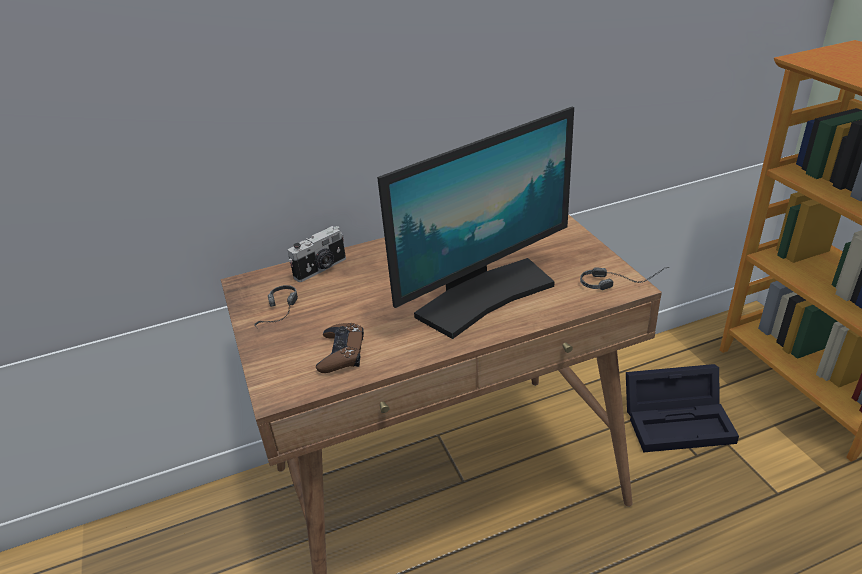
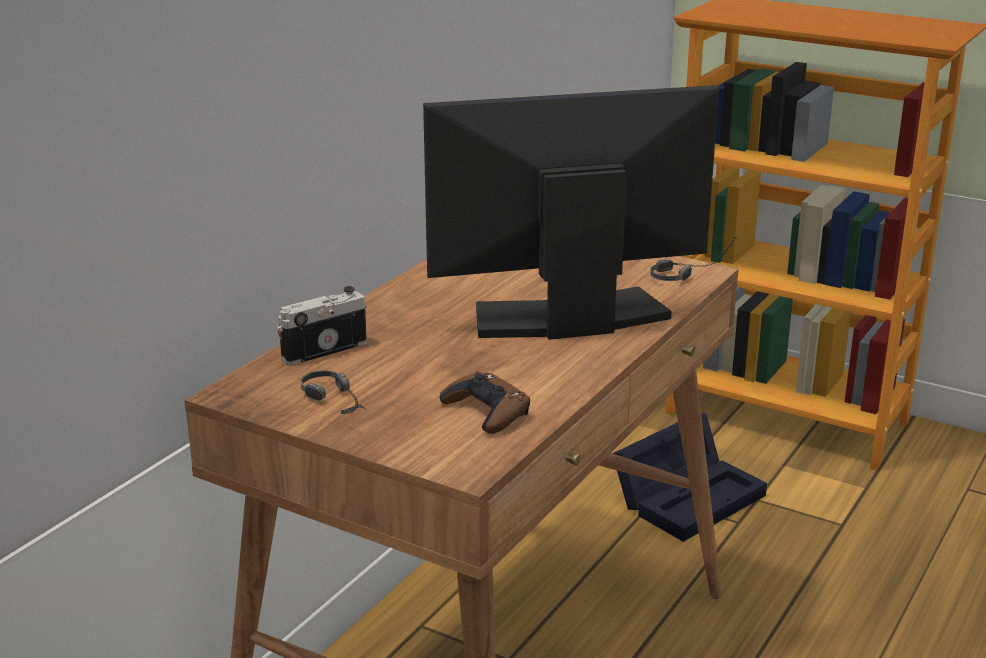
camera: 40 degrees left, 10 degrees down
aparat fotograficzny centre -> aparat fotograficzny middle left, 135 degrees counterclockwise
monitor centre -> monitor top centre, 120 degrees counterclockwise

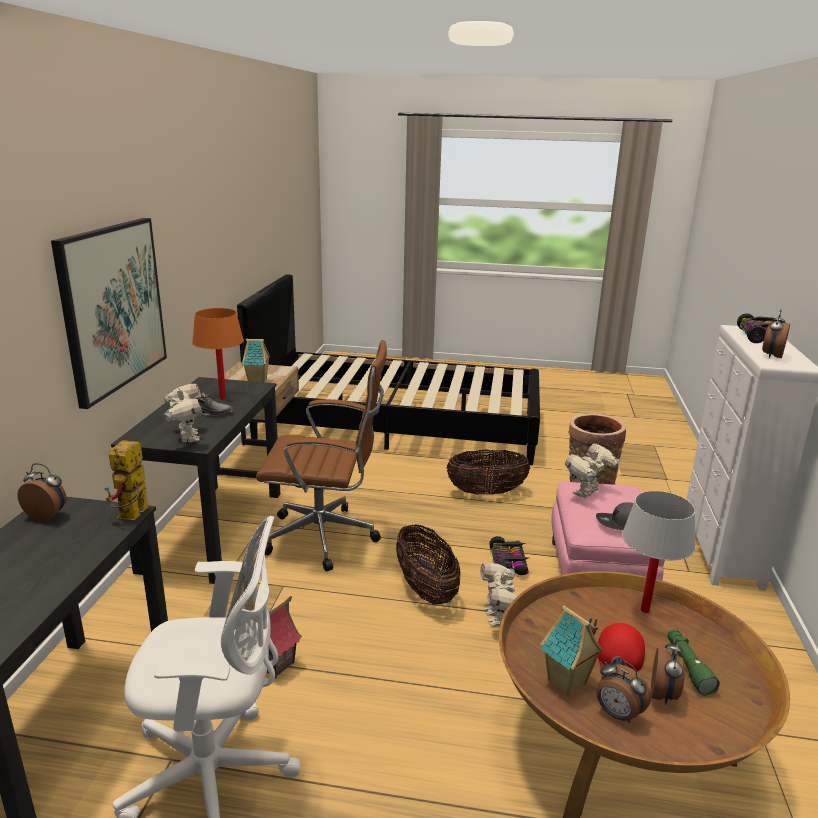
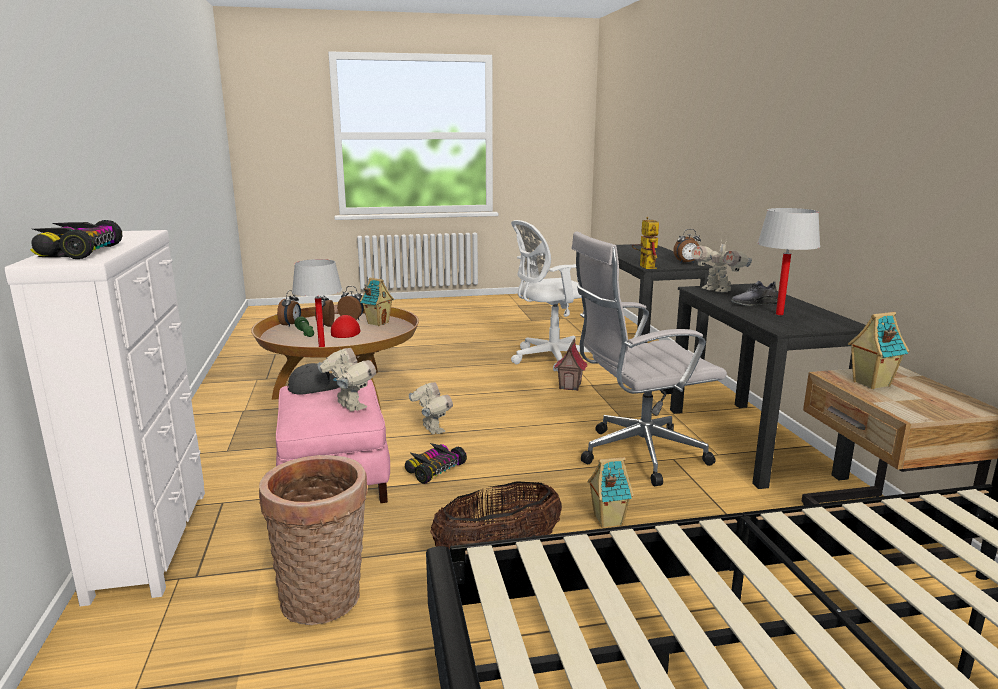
camera: 160 degrees right, 5 degrees down
budzik (4th from left in the first image) middle right -> budzik (1st from left) middle left, move
robot zabawkowy (4th from left in the first image) middle right -> robot zabawkowy (1st from left) centre, 60 degrees counterclockwise
samochodzik (1st from left in the first image) bottom centre -> samochodzik (2nd from left) bottom centre, 60 degrees clockwise
krzesło biurowe (brązowy) centre -> krzesło biurowe (biały) (2nd from left) centre
none -> domek (3rd from left) bottom centre
lampa stołowa (pomarańczowy) middle left -> lampa stołowa (biały) (2nd from left) middle right
obraz middle left -> none
koszyk (1st from left) bottom centre -> none

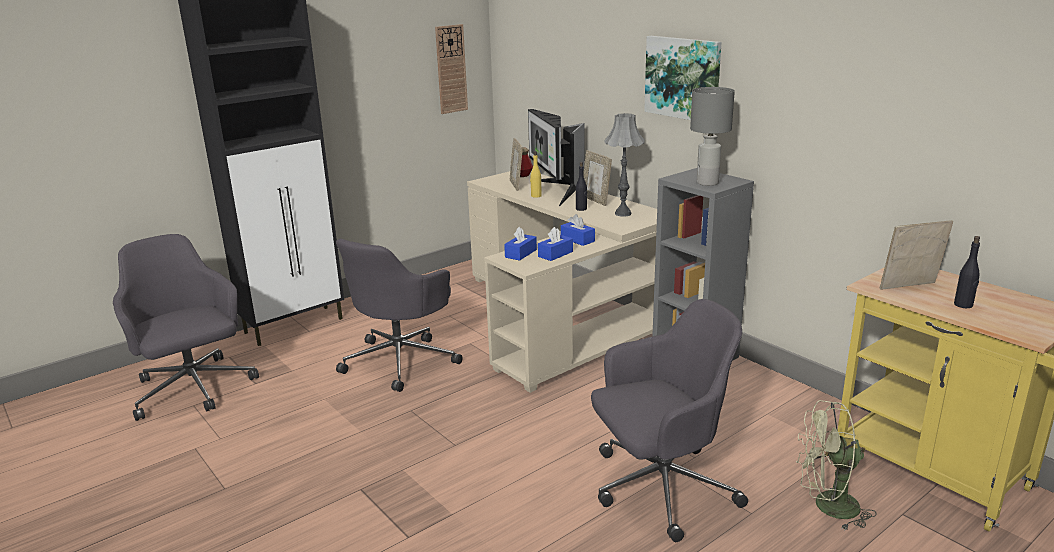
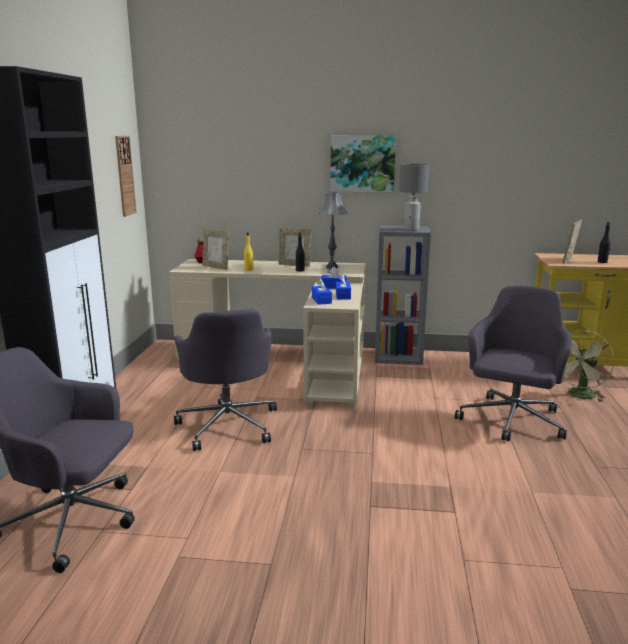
camera: 45 degrees left, 5 degrees down
monitor top centre -> none

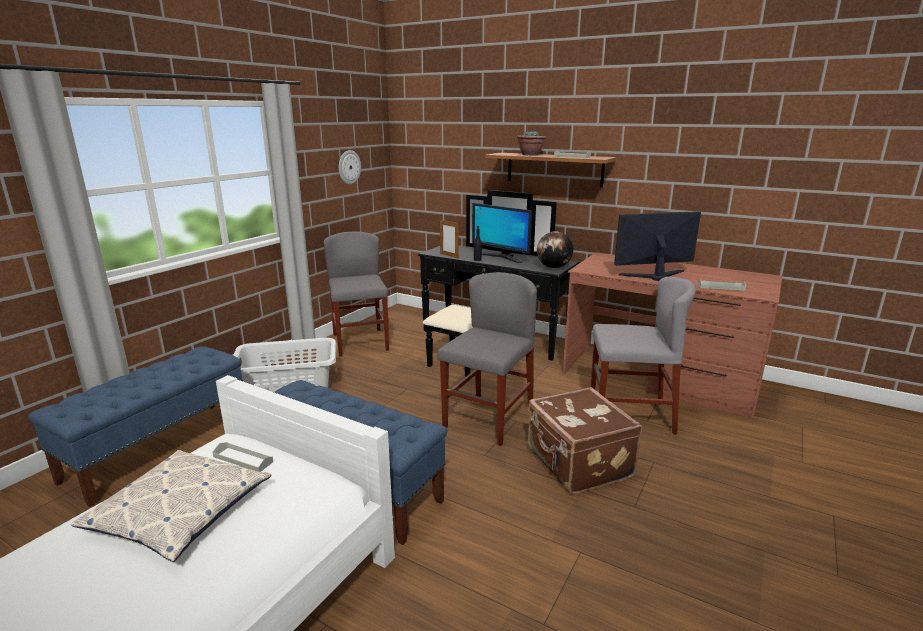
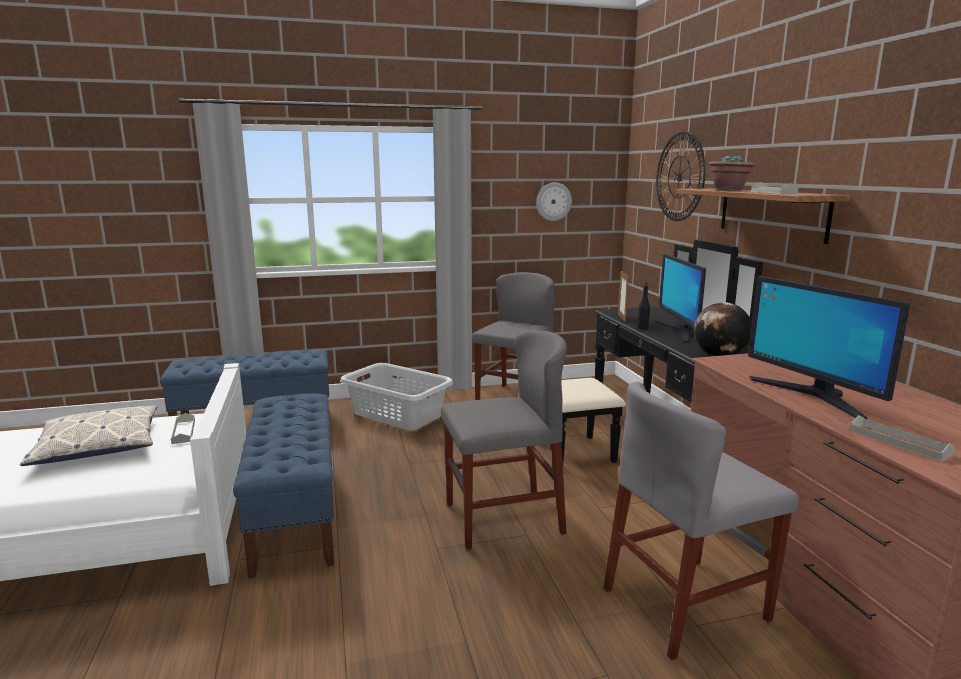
camera: 45 degrees right, 5 degrees down
krzesło (szary) (3rd from left) middle right -> krzesło (szary) (3rd from left) bottom right, 105 degrees clockwise
none -> zegar ścienny (2nd from left) top right
monitor (2nd from left) middle right, 150 degrees counterclockwise
walizka (brązowy) bottom centre -> none

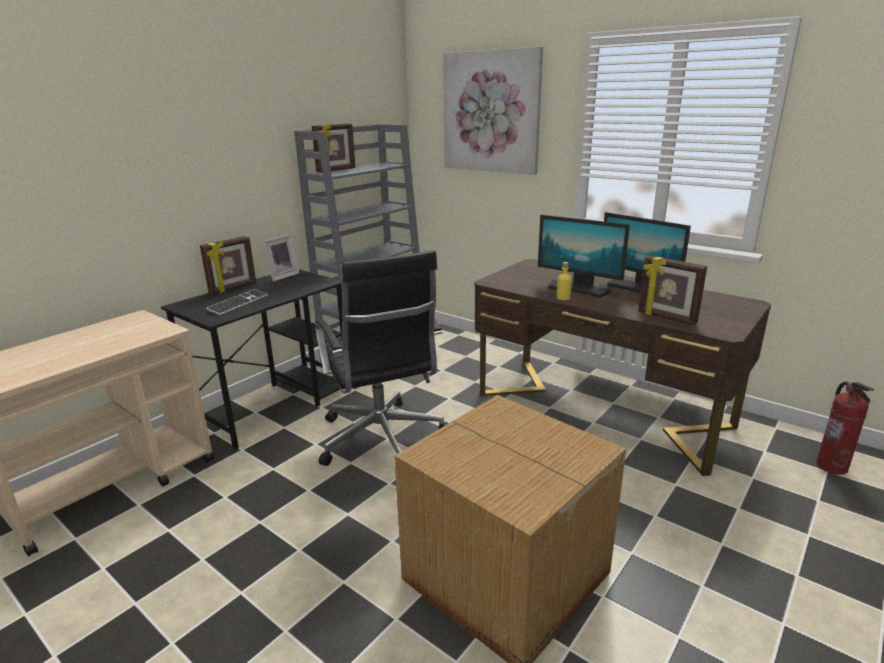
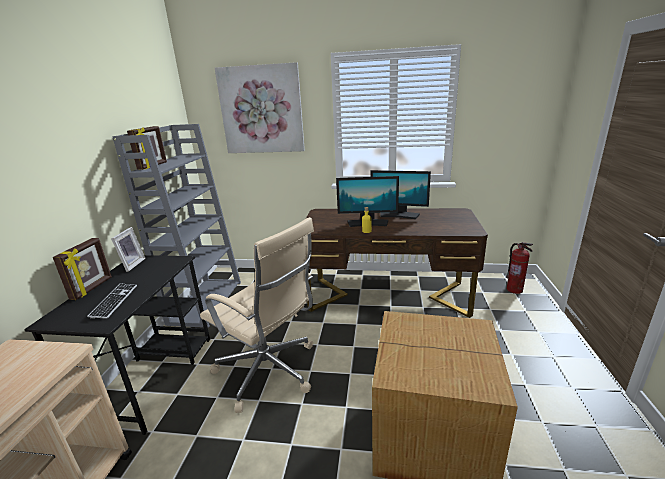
camera: 30 degrees left, 0 degrees up
krzesło biurowe (czarny) centre -> krzesło biurowe (beżowy) centre
ramka na zdjęcie (4th from left) middle right -> none

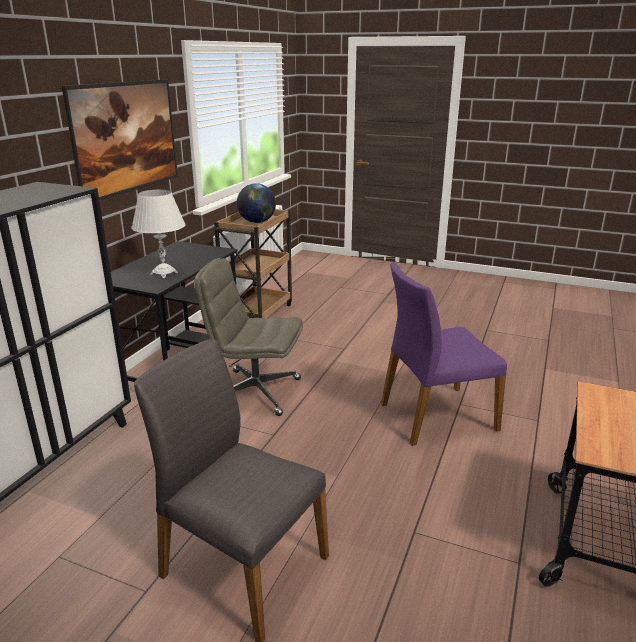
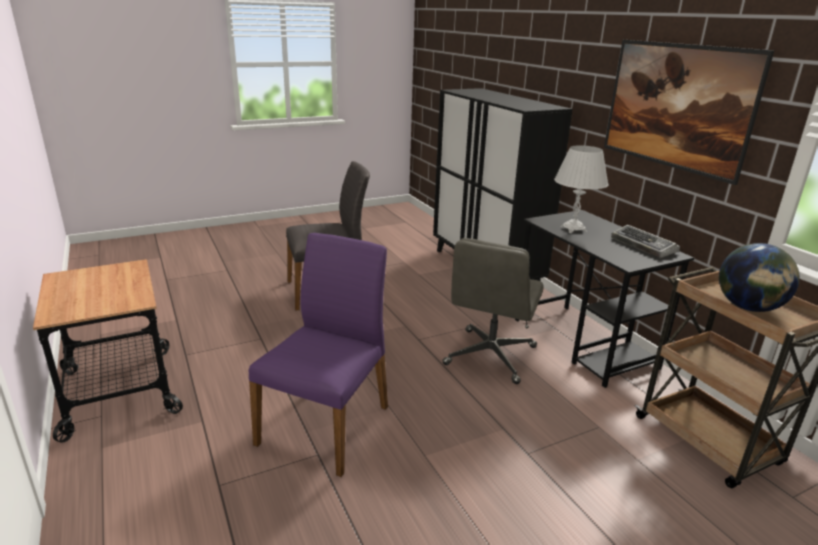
camera: 130 degrees right, 0 degrees up
krzesło biurowe (szary) centre, 150 degrees clockwise
none -> klawiatura middle right

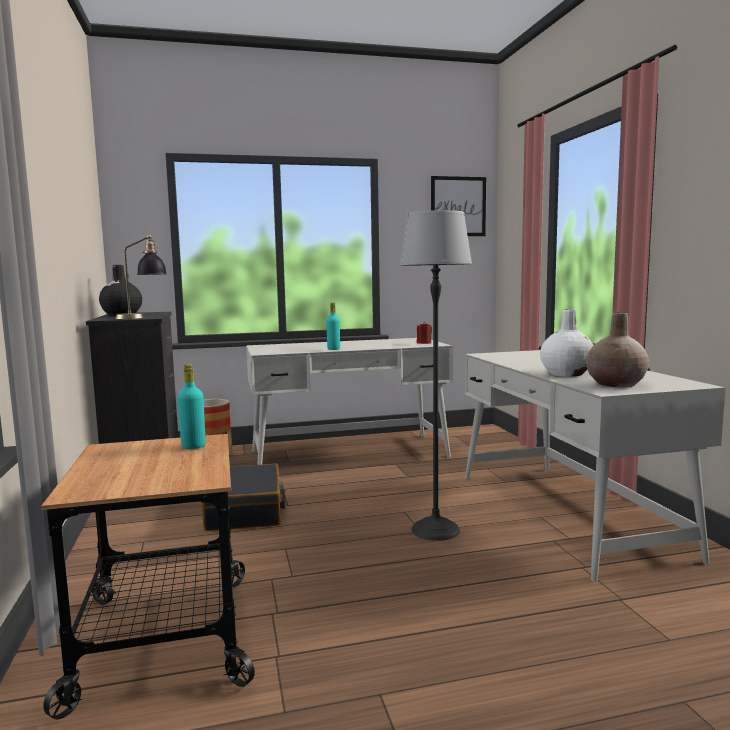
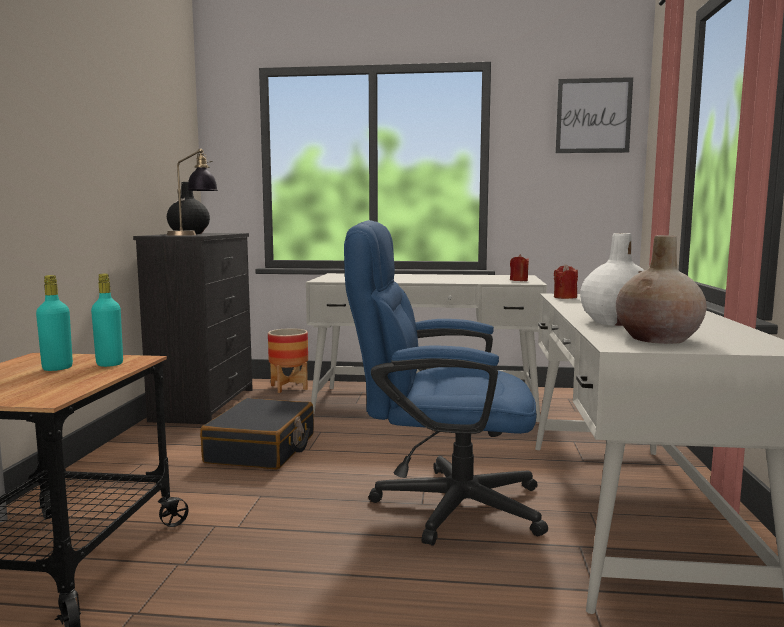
camera: 20 degrees right, 0 degrees up
butelka (turkusowy) (2nd from left in the first image) centre -> butelka (turkusowy) (1st from left) middle left, move
lampa stojąca centre -> krzesło biurowe (niebieski) centre
none -> świeca (czerwony) (2nd from left) middle right

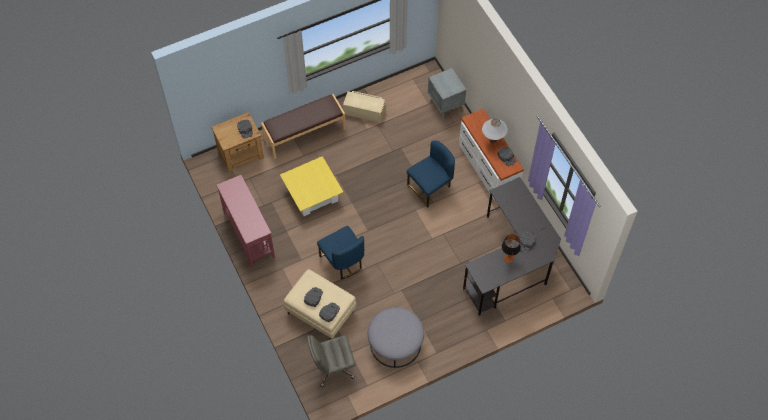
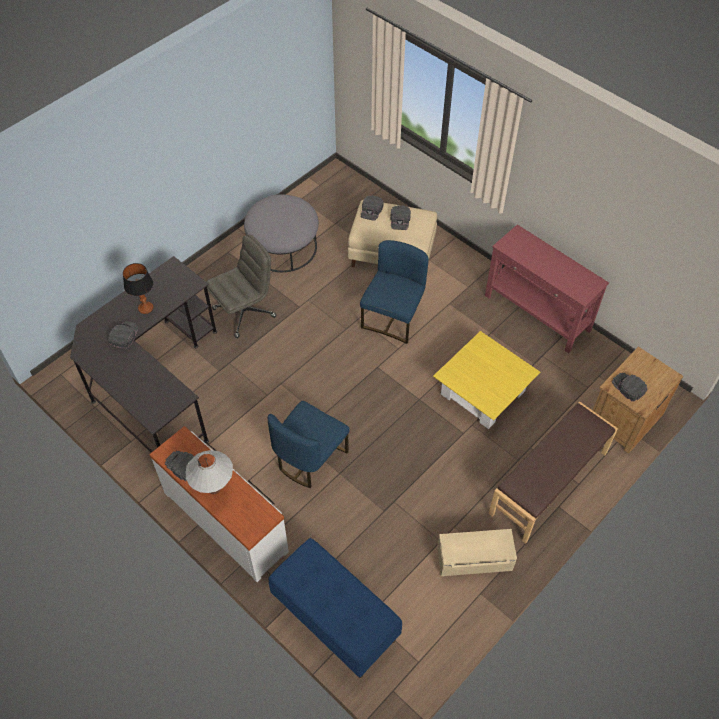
camera: 160 degrees right, 5 degrees down
krzesło biurowe (szary) bottom centre -> krzesło biurowe (szary) centre, move
szafka nocna (szary) top centre -> ławka (niebieski) bottom centre
krzesło (niebieski) (1st from left in the first image) centre -> krzesło (niebieski) (2nd from left) centre, 75 degrees clockwise

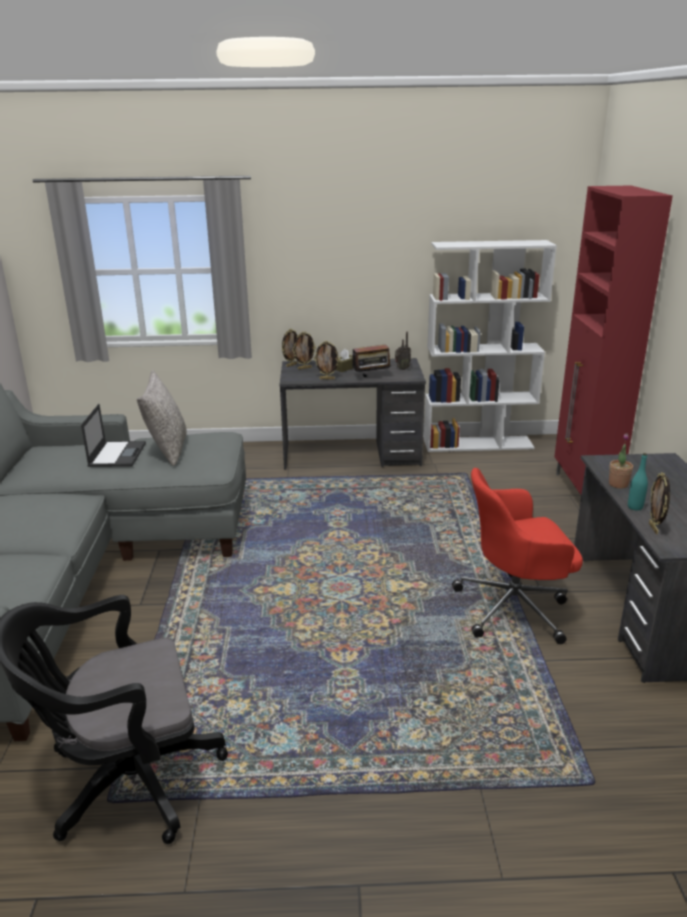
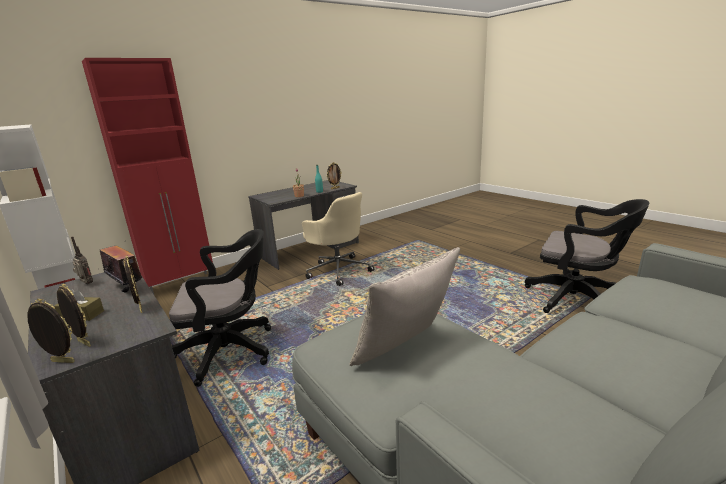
camera: 125 degrees left, 5 degrees down
none -> krzesło biurowe (czarny) (1st from left) middle left
krzesło biurowe (czerwony) middle right -> krzesło biurowe (beżowy) centre
laptop middle left -> none

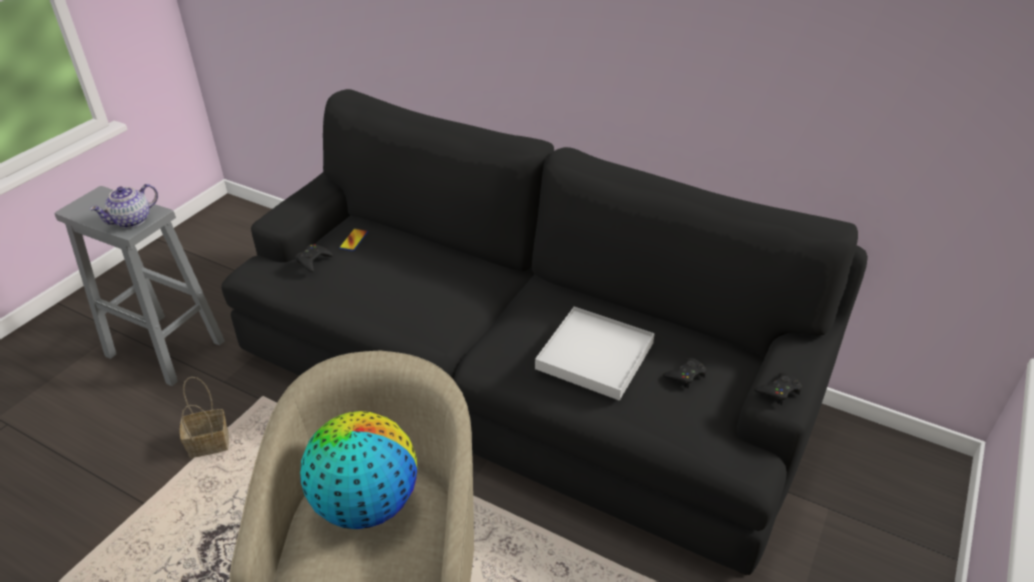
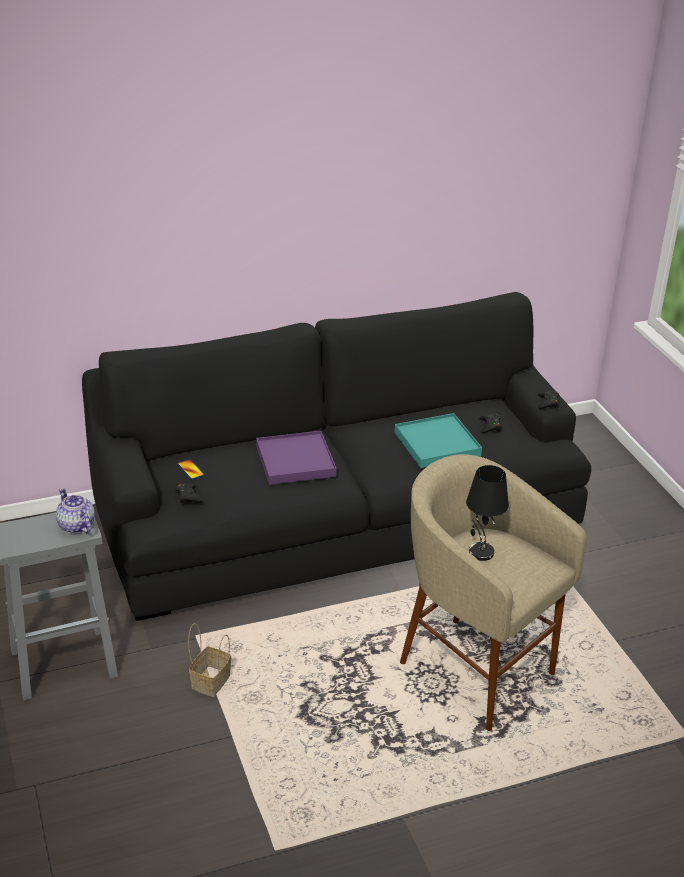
camera: 50 degrees left, 5 degrees down
imbryk middle left, 150 degrees clockwise
none -> taca (fioletowy) centre
taca (biały) centre -> taca (turkusowy) centre
globus bottom centre -> lampa stołowa (czarny) middle right

